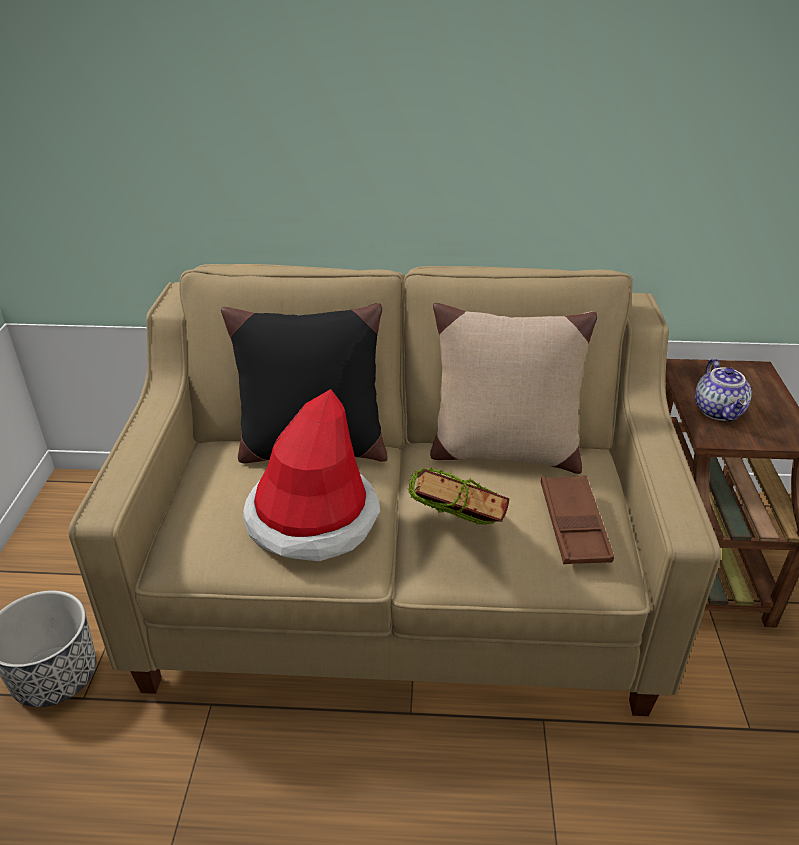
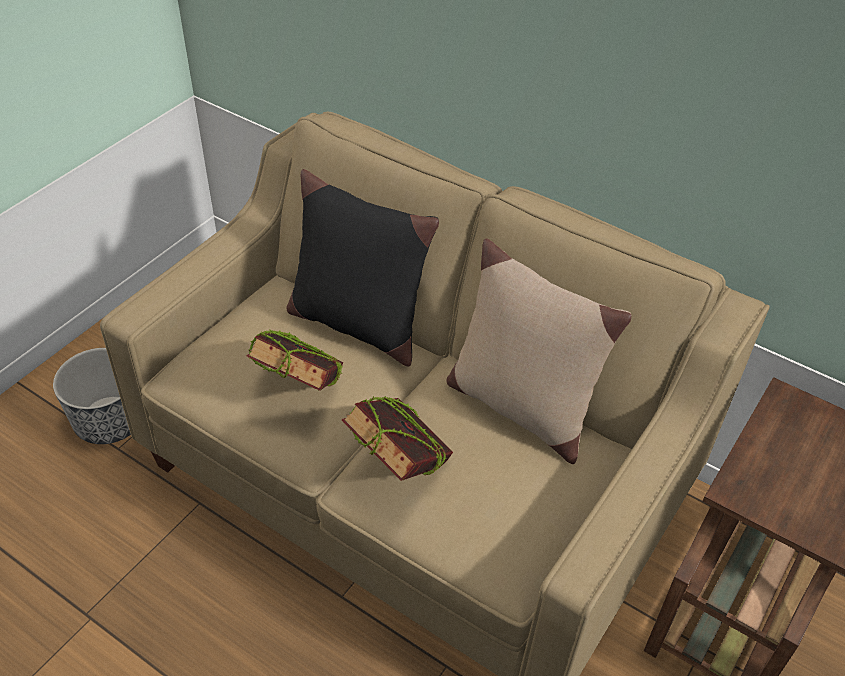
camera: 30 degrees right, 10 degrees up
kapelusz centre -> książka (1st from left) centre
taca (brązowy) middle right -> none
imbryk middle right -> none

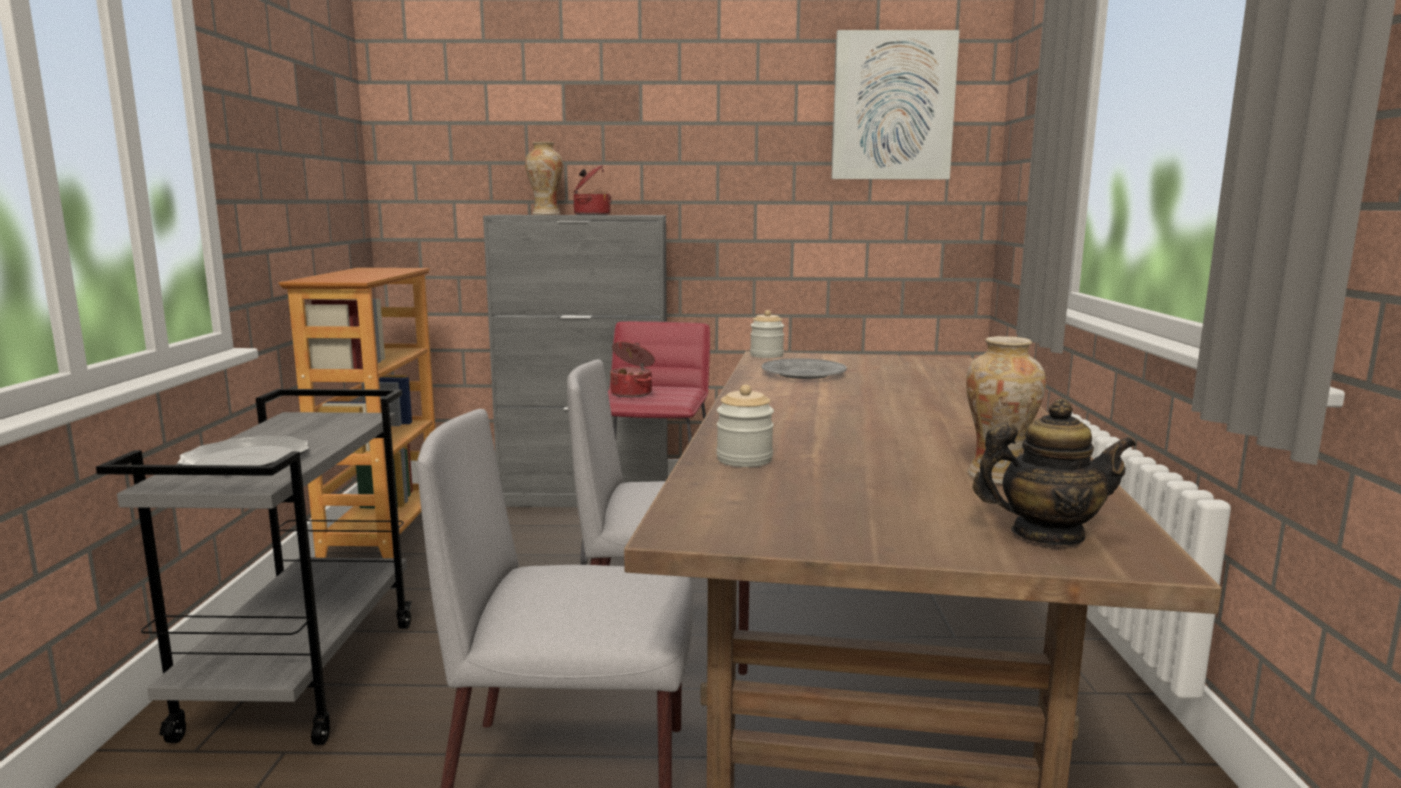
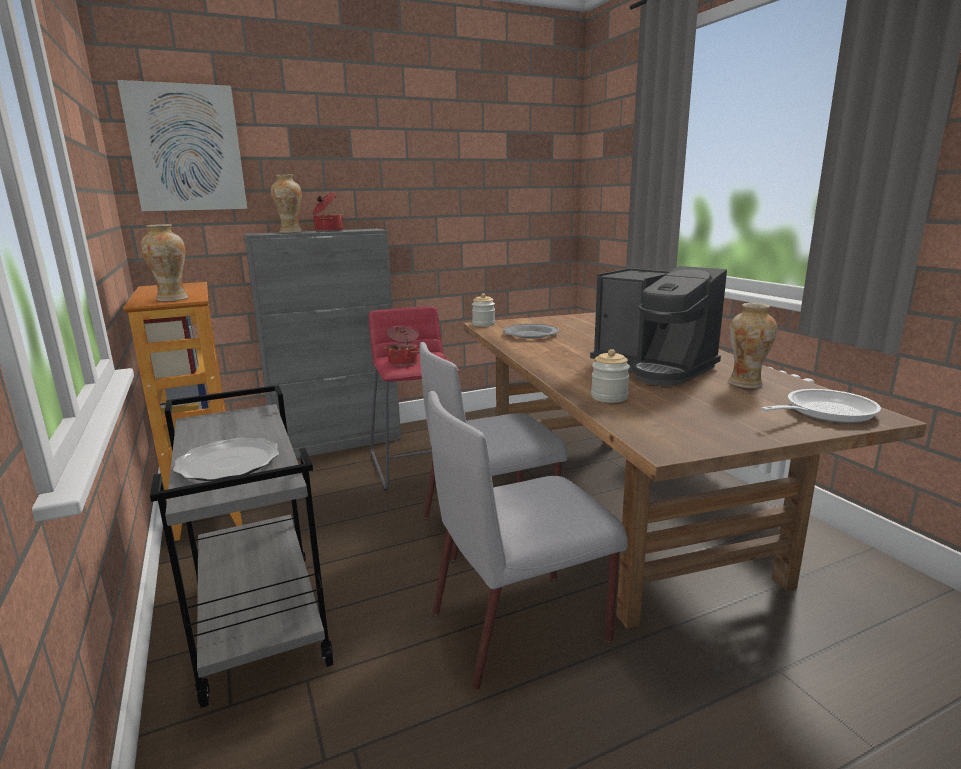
camera: 25 degrees left, 5 degrees up
obraz top centre -> obraz top left, move
none -> wazon (1st from left) middle left
none -> ekspres do kawy middle right
imbryk middle right -> patelnia middle right

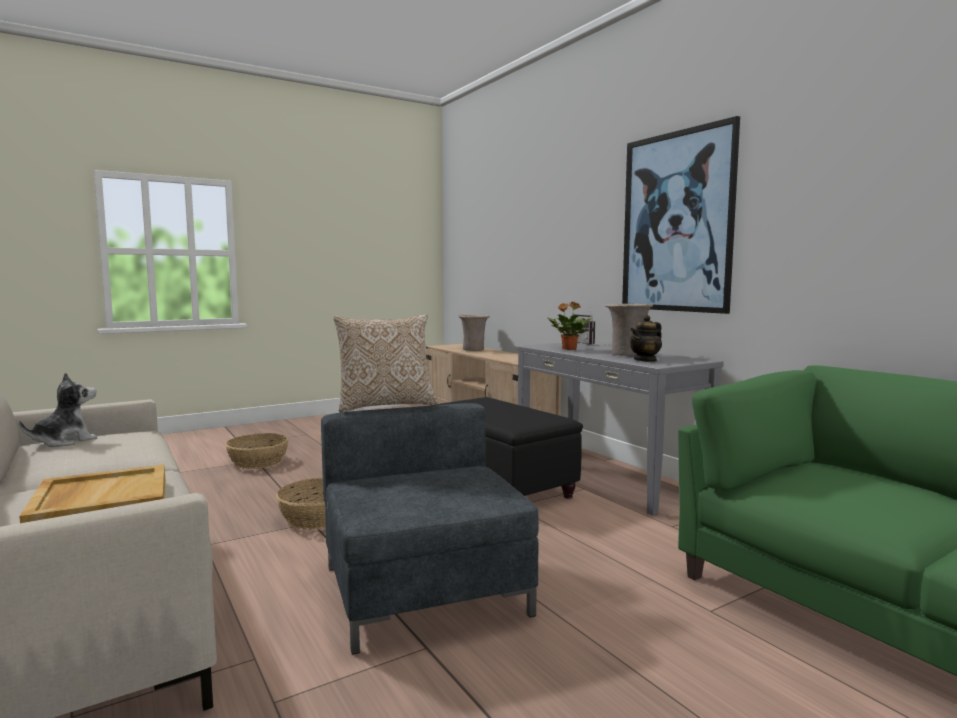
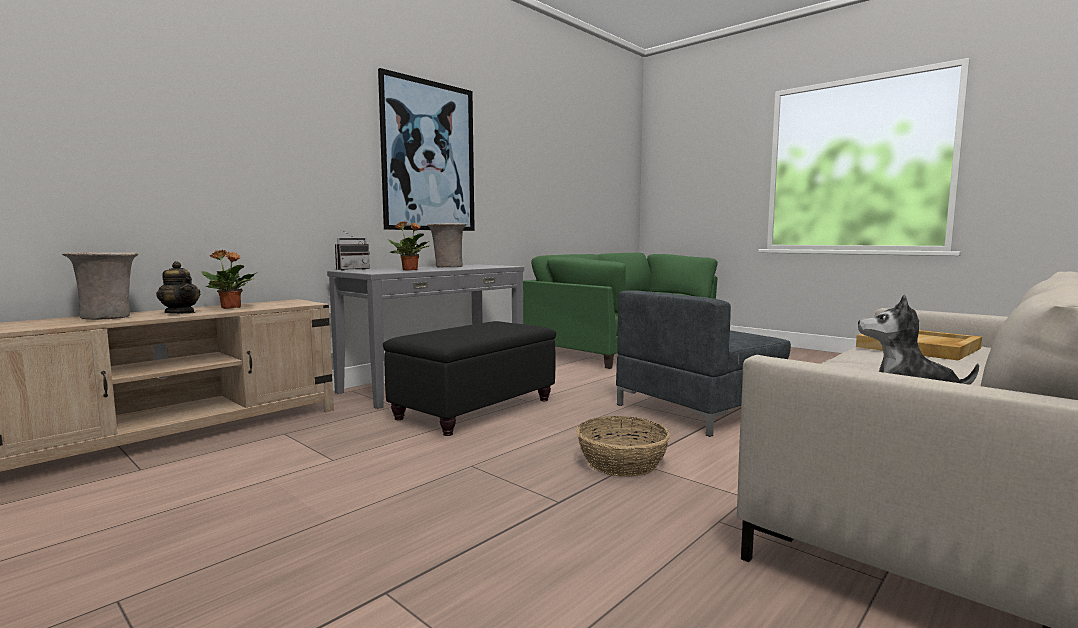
camera: 105 degrees left, 0 degrees up
imbryk middle right -> imbryk middle left, move
none -> roślina doniczkowa (1st from left) middle left
koszyk (1st from left) middle left -> none
poduszka centre -> none

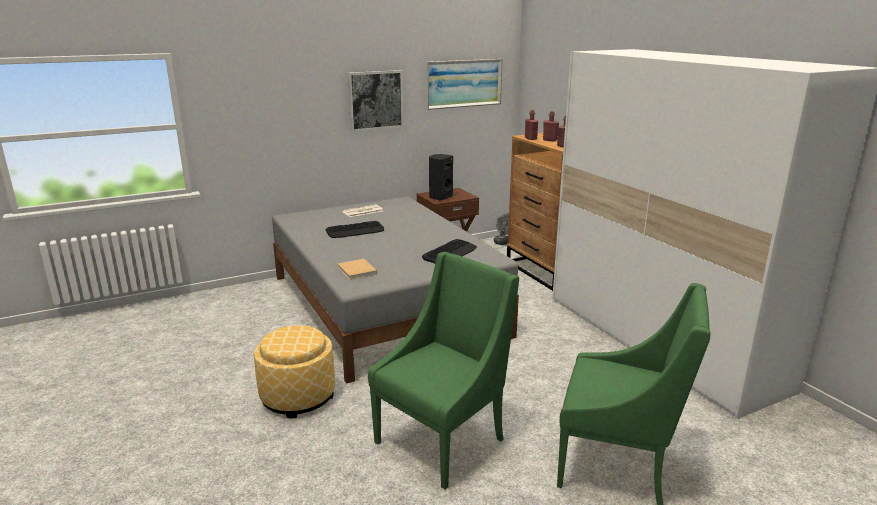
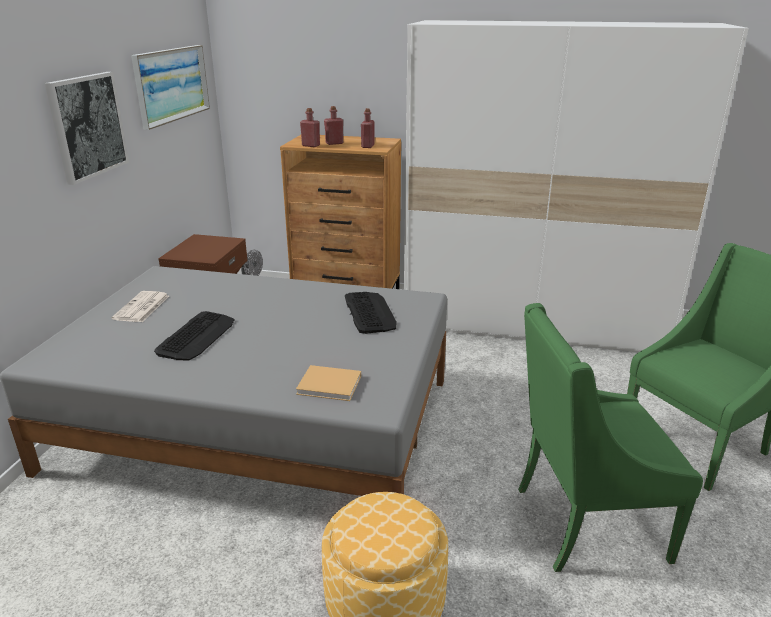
camera: 50 degrees left, 5 degrees up
fotel (zielony) (1st from left) bottom centre -> fotel (zielony) (1st from left) bottom right, 90 degrees counterclockwise
głośnik (czarny) centre -> none

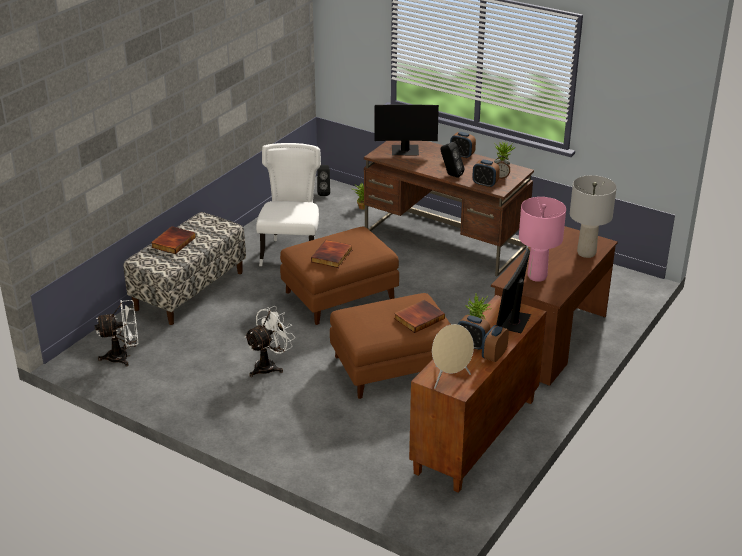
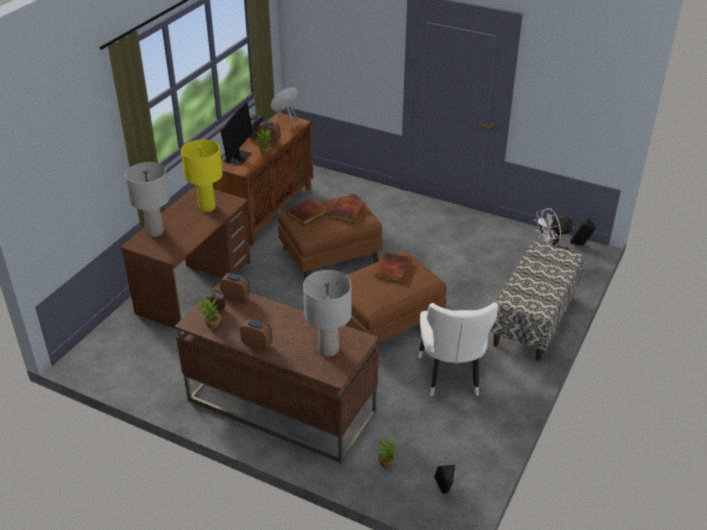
camera: 175 degrees right, 5 degrees up
lampa stołowa (różowy) middle right -> lampa stołowa (żółty) top left
monitor (1st from left) top centre -> lampa stołowa (szary) (2nd from left) centre
książka (1st from left in the first image) middle left -> książka (2nd from left) centre, move
głośnik (czarny) (2nd from left) top centre -> głośnik (czarny) (2nd from left) middle right, move
wentylator (biały) (2nd from left) centre -> none

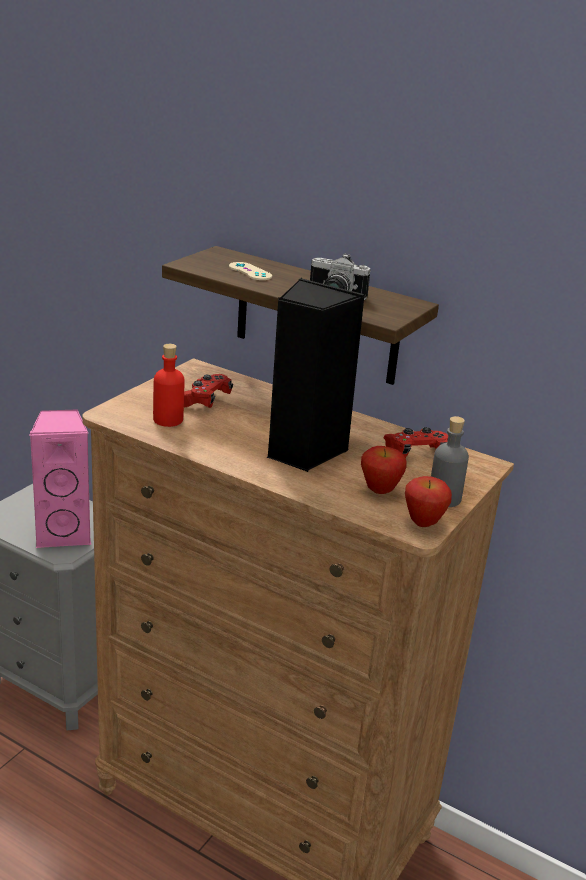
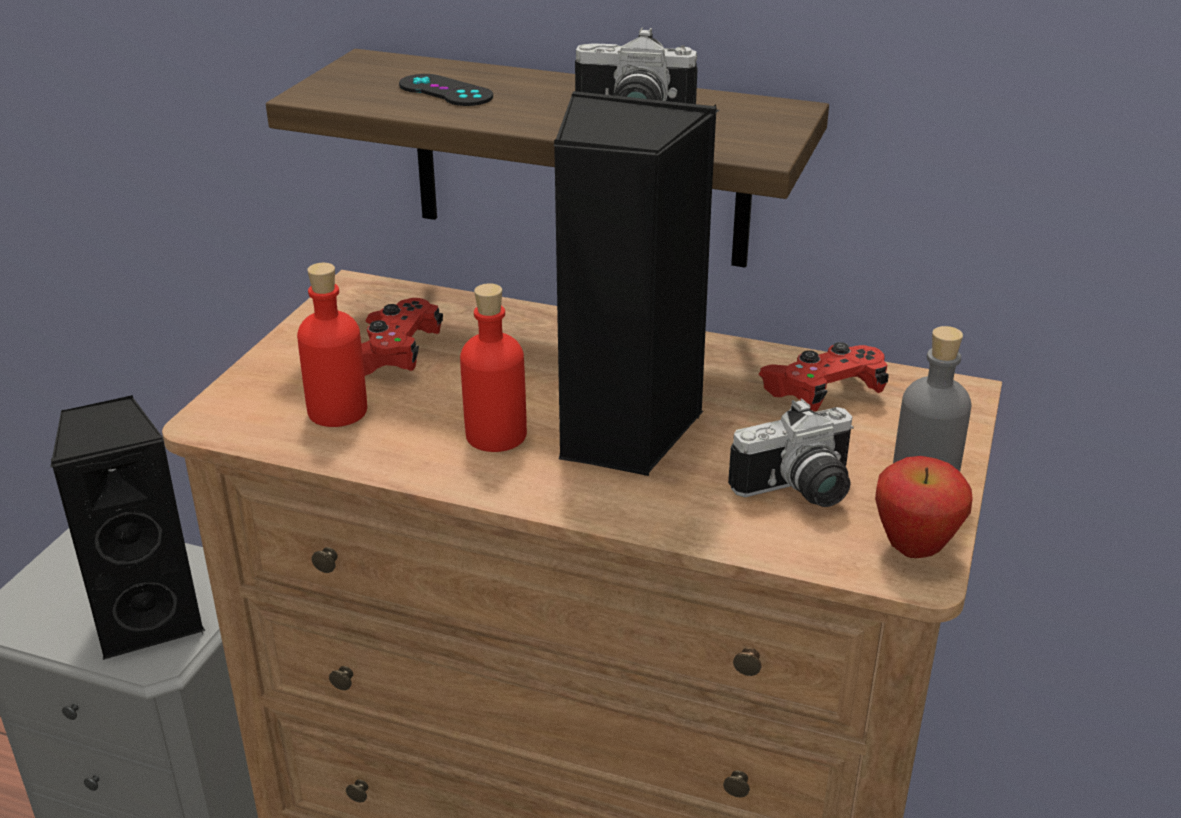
camera: 10 degrees left, 5 degrees up
głośnik (różowy) middle left -> głośnik (czarny) (1st from left) middle left
pad do gier (beżowy) top centre -> pad do gier (czarny) top centre
none -> butelka (czerwony) (2nd from left) centre
jabłko (1st from left) centre -> aparat fotograficzny (2nd from left) middle right

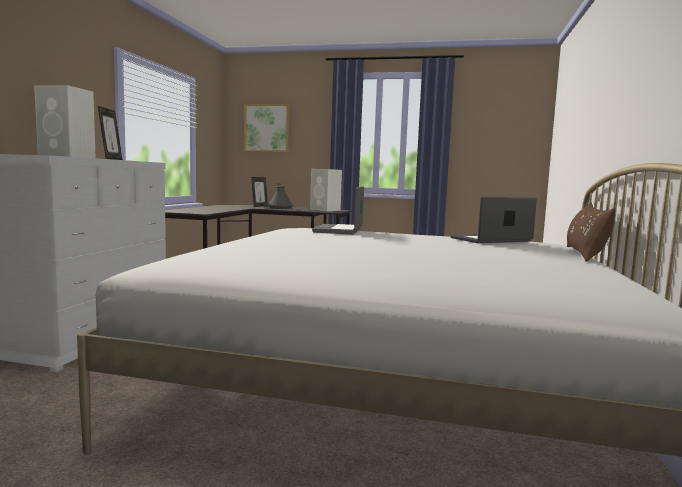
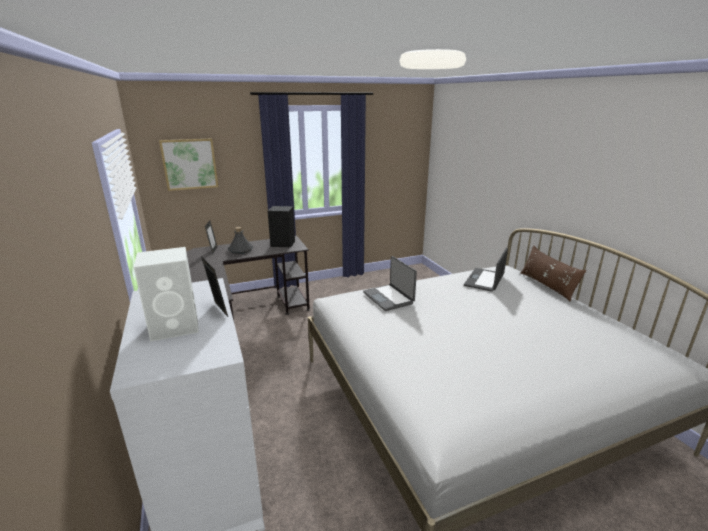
camera: 35 degrees left, 15 degrees up
głośnik (biały) (2nd from left) centre -> głośnik (czarny) centre

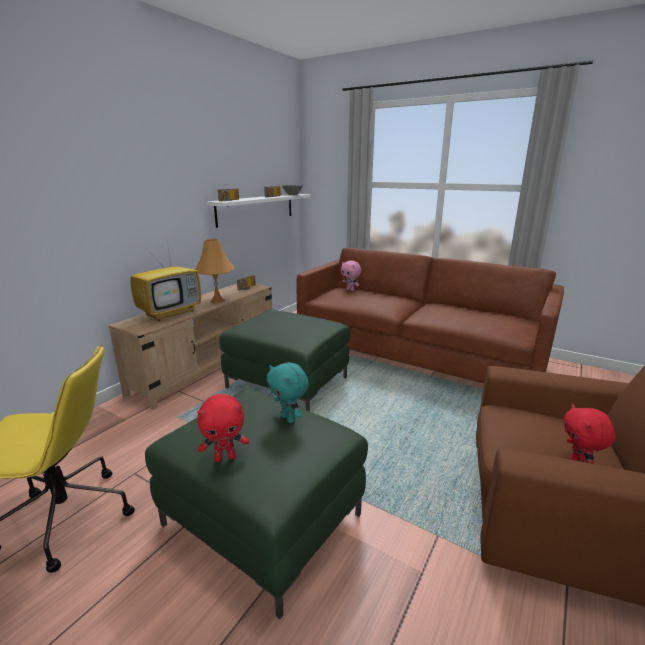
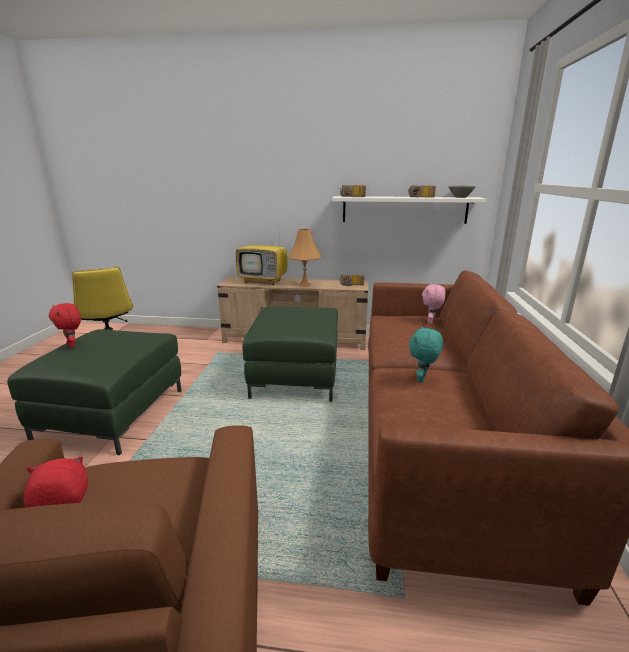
camera: 65 degrees right, 0 degrees up
pluszak (turkusowy) centre -> pluszak (turkusowy) middle right, move

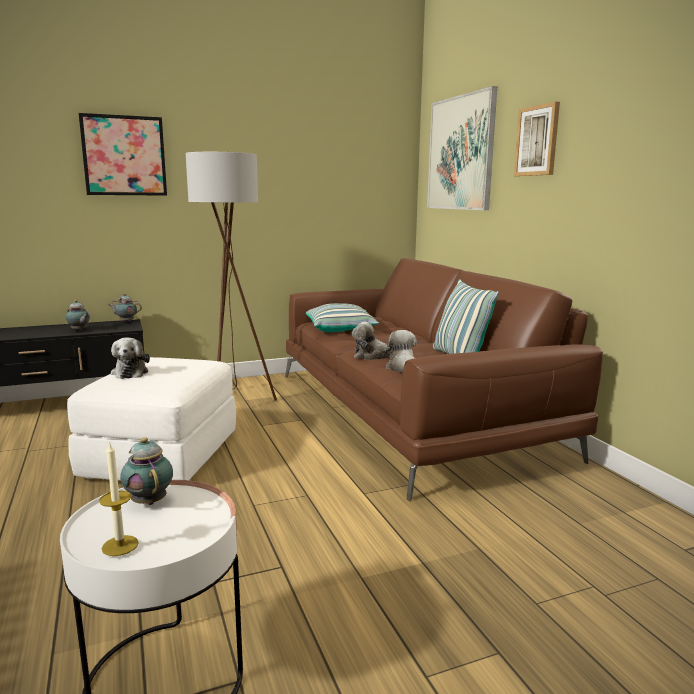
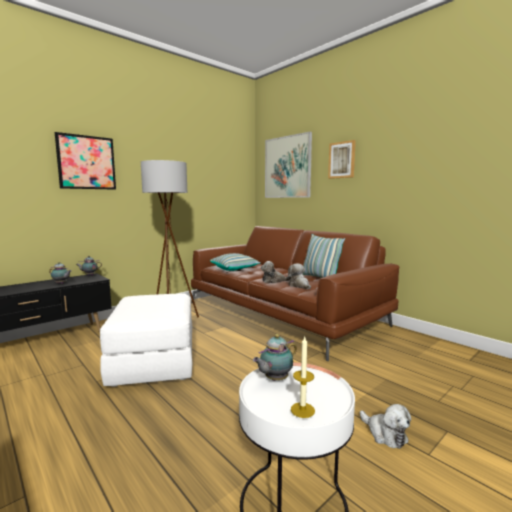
camera: 20 degrees left, 5 degrees down
imbryk (3rd from left) bottom left -> imbryk (3rd from left) bottom centre, 75 degrees counterclockwise
pluszak (1st from left in the first image) middle left -> pluszak (3rd from left) bottom right, move

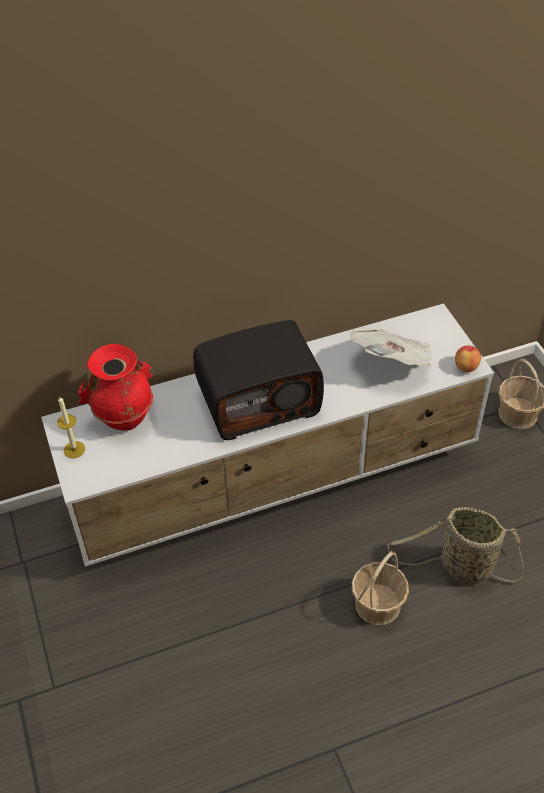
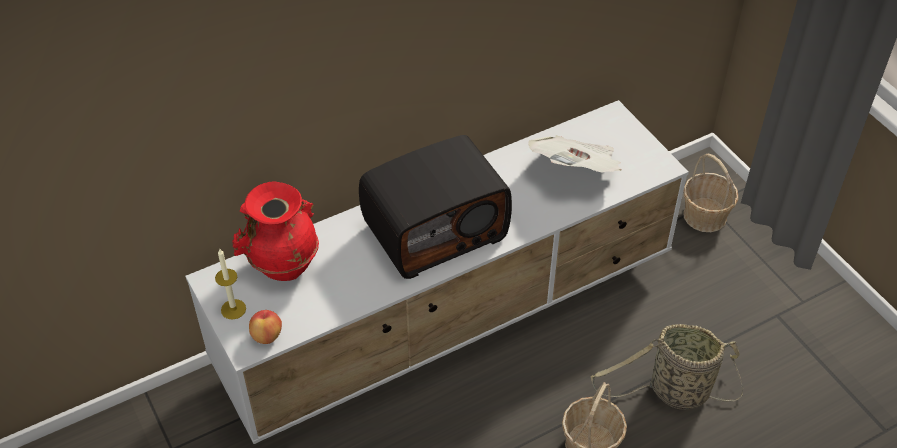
camera: 10 degrees left, 0 degrees up
jabłko middle right -> jabłko bottom left, move

